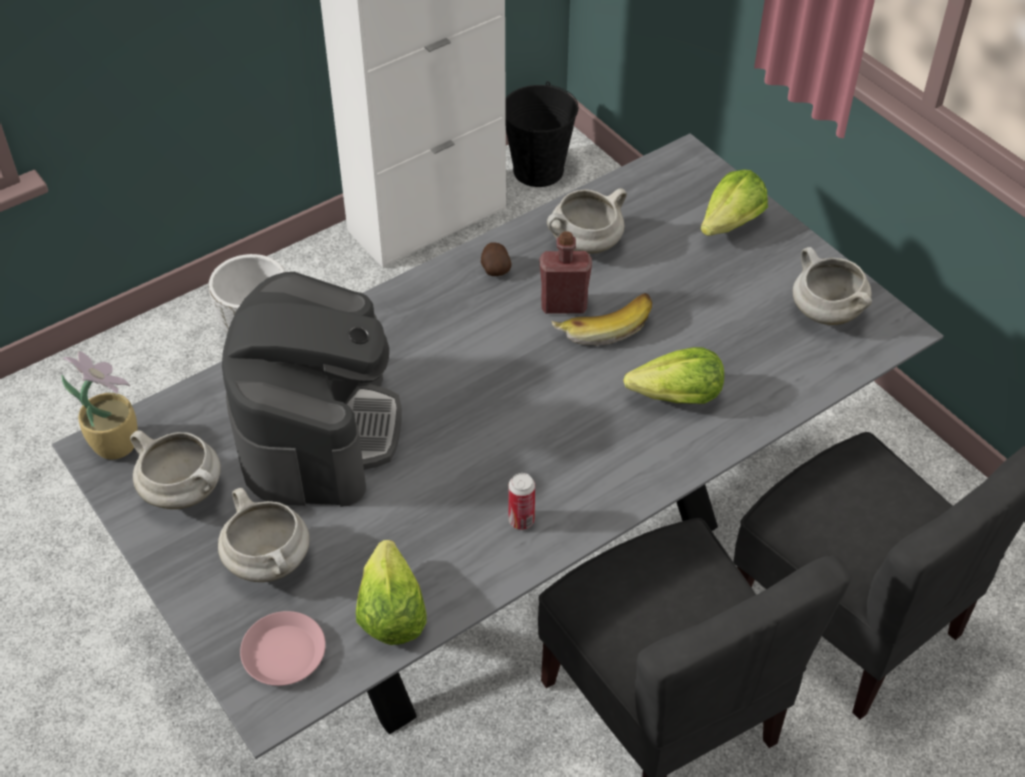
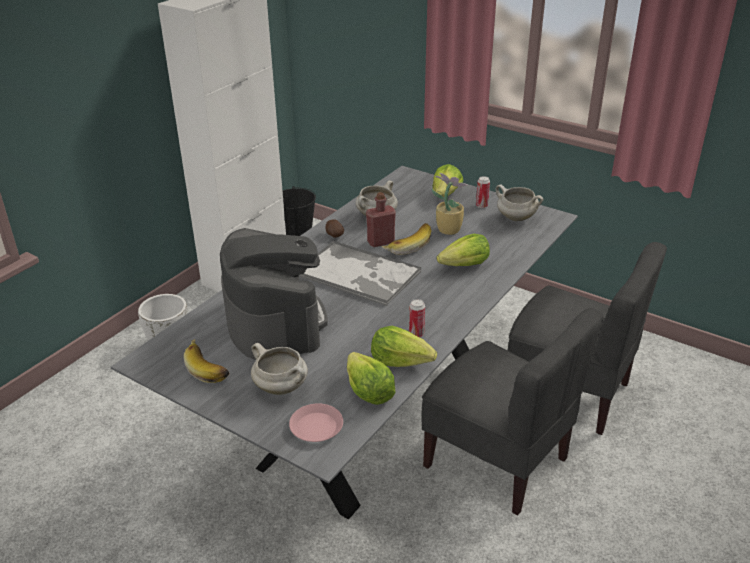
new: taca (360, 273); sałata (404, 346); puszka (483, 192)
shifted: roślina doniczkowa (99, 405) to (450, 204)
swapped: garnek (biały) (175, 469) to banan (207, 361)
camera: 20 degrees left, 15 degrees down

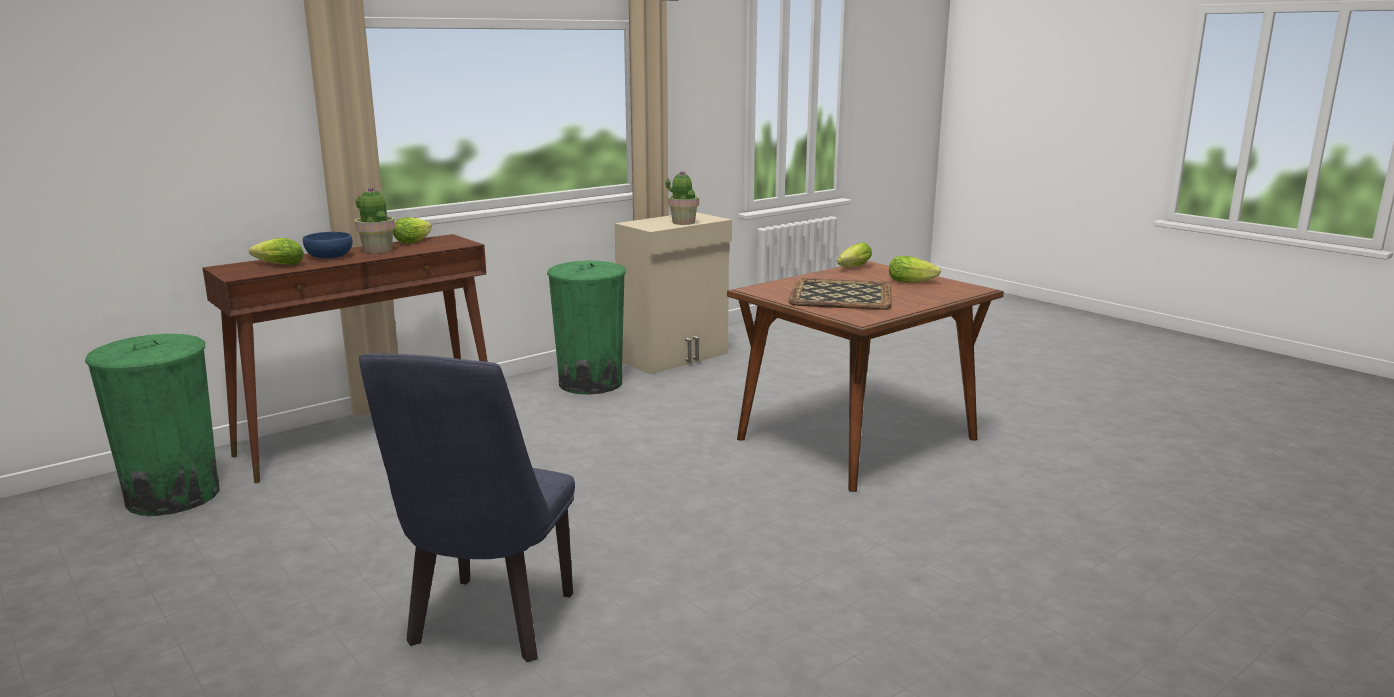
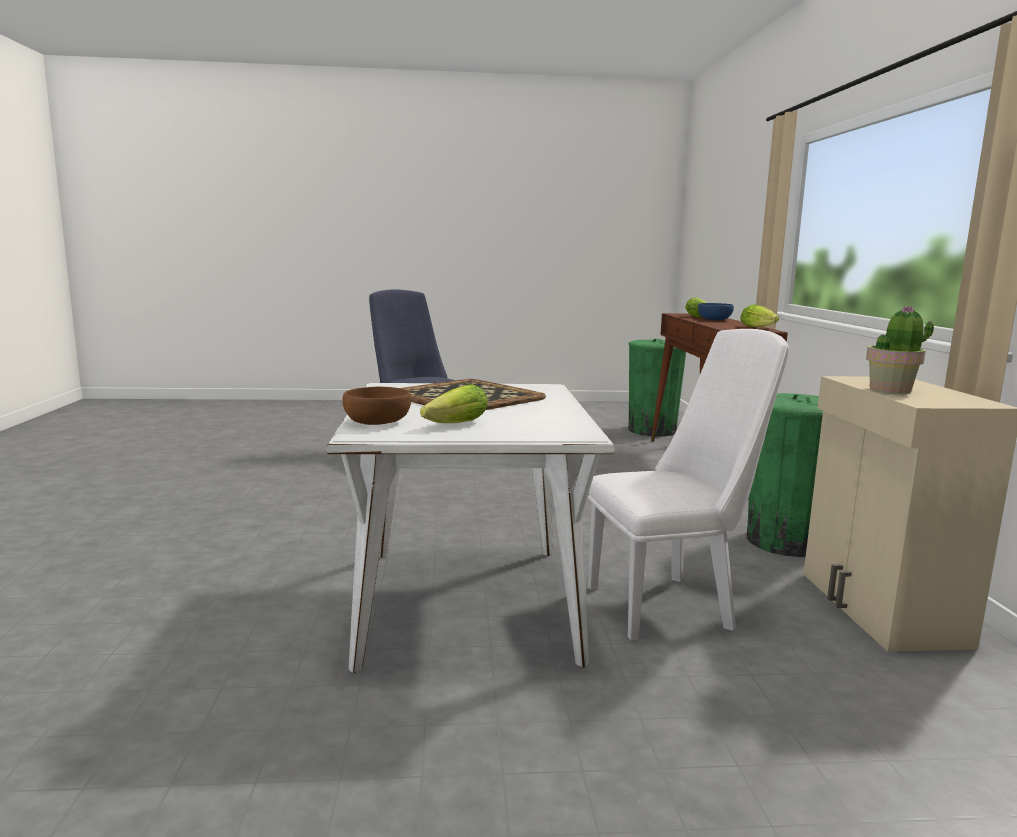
gone: roślina doniczkowa (375, 220); sałata (854, 254)
new: miska (brązowy) (376, 406); krzesło (biały) (688, 484)
repainted: stół jadalny (brązowy) (865, 376) to stół jadalny (biały) (471, 528)
camera: 125 degrees right, 5 degrees down

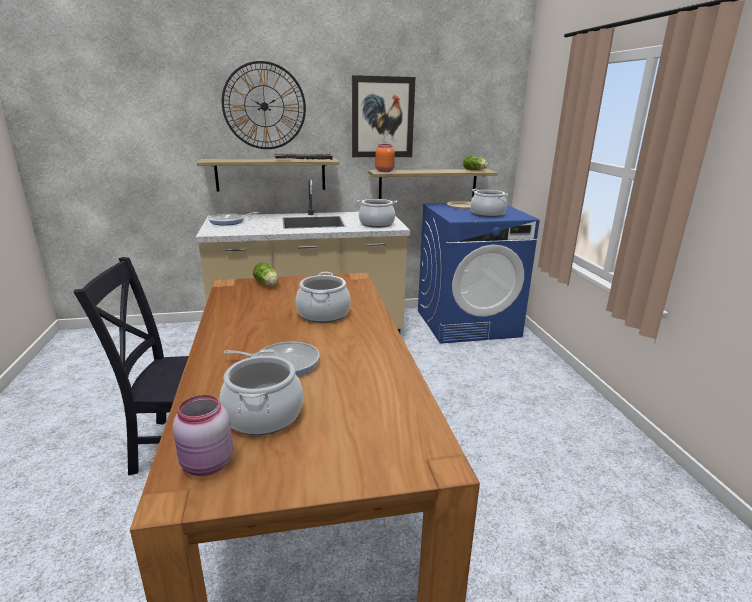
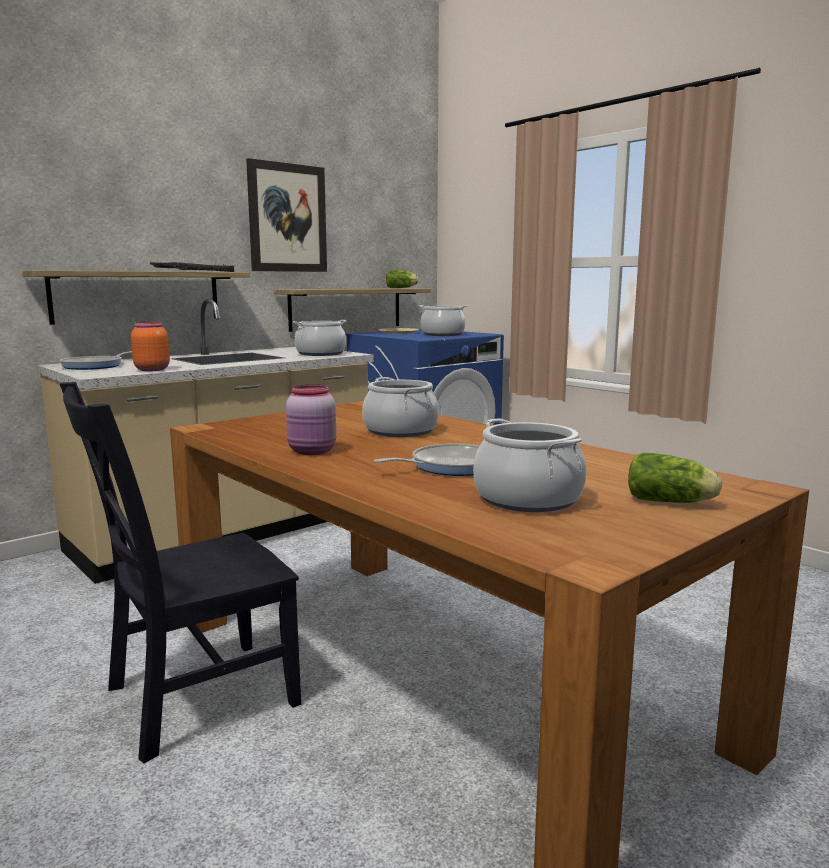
gone: zegar ścienny (264, 105)
shifted: słoik (różowy) (203, 435) to (311, 419); sałata (265, 274) to (675, 477); słoik (pomarańczowy) (385, 158) to (150, 346)
camera: 30 degrees left, 10 degrees down

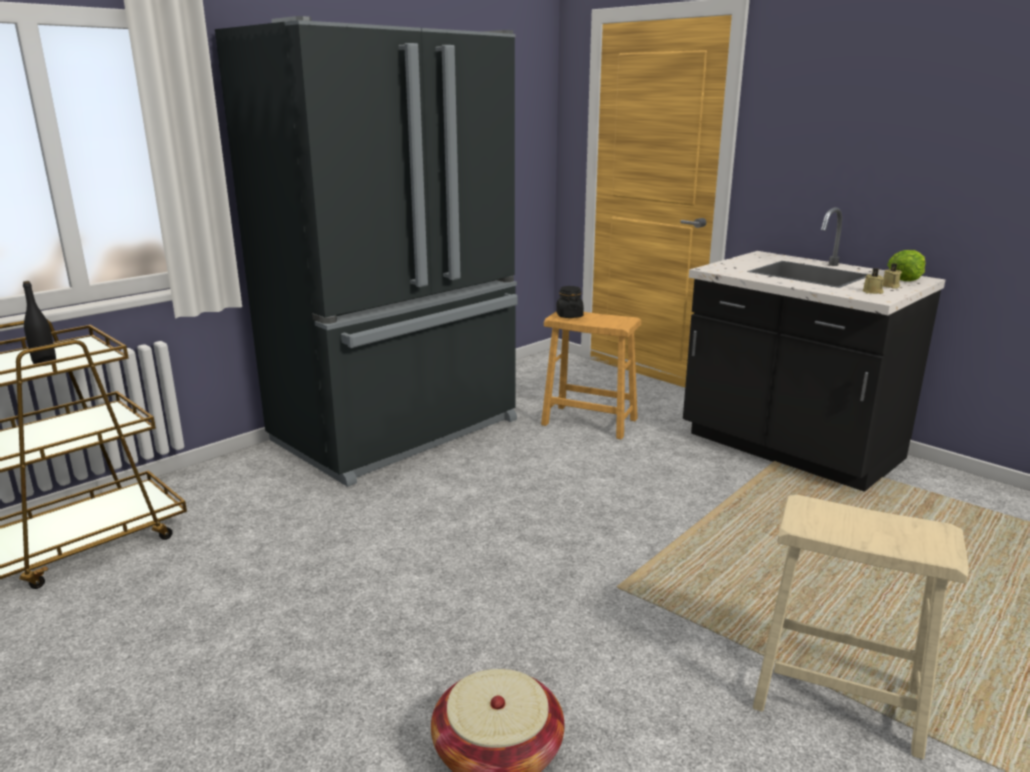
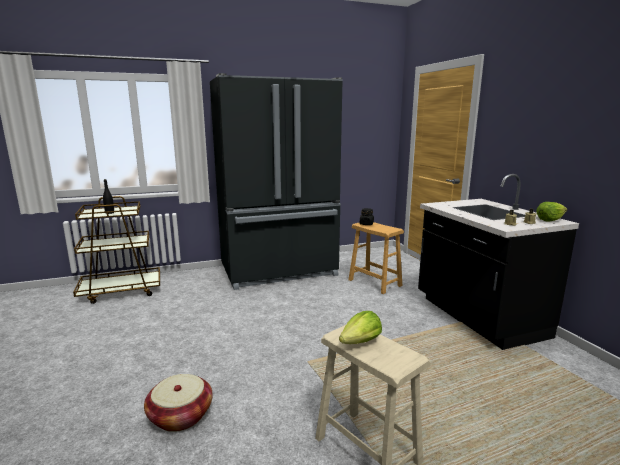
new: sałata (360, 327)
camera: 25 degrees right, 5 degrees down

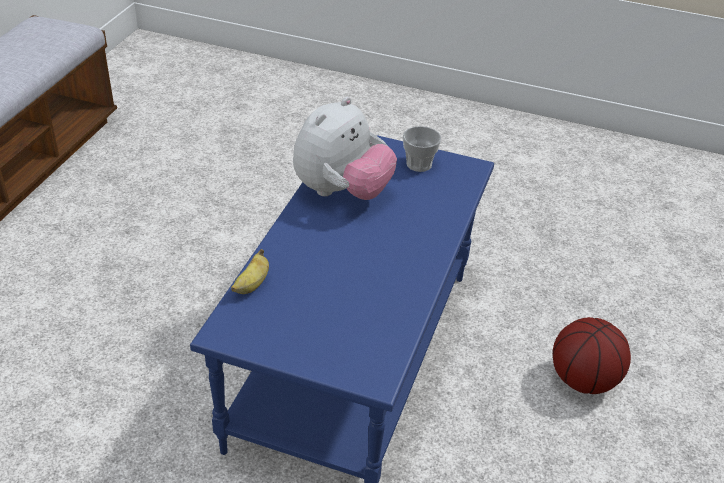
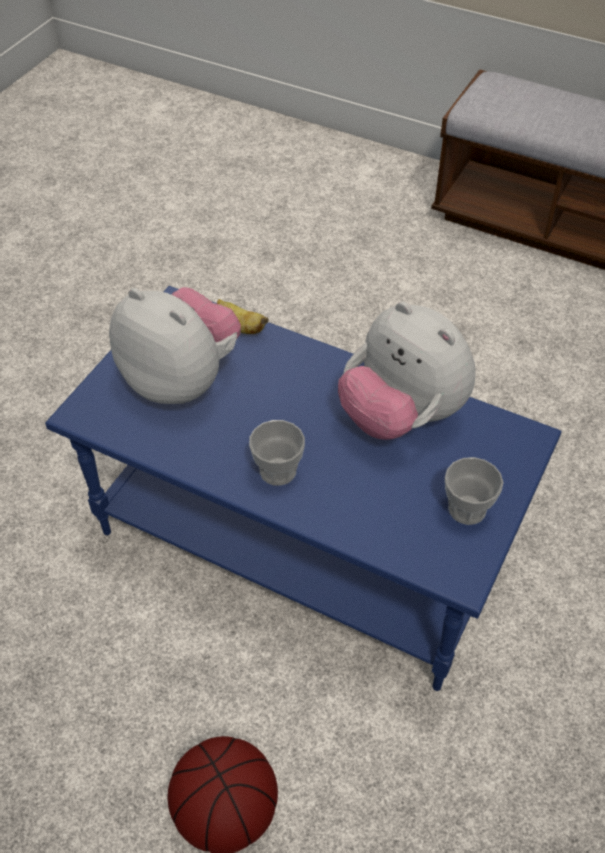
new: pluszak (175, 345); filiżanka (277, 453)
camera: 100 degrees right, 10 degrees up

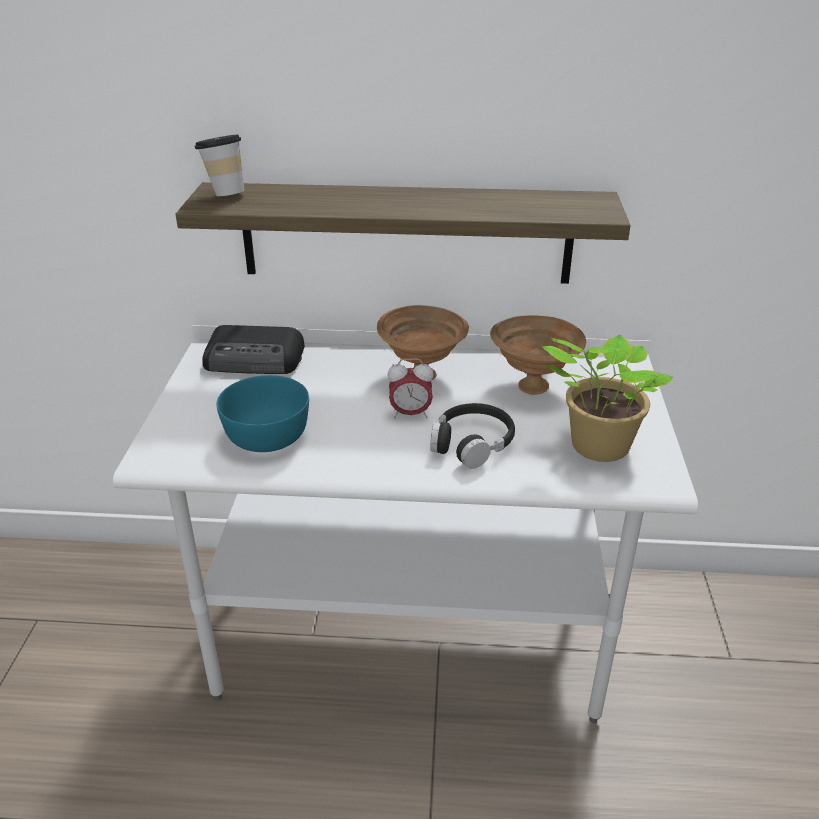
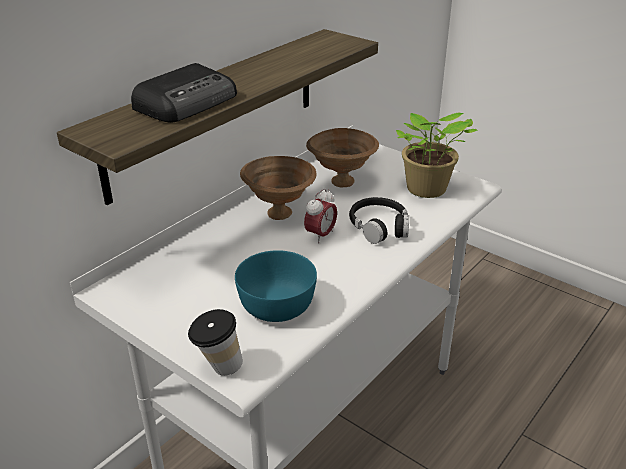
shifted: filiżanka (219, 166) to (215, 342); radio (254, 349) to (184, 92)
camera: 55 degrees left, 0 degrees up

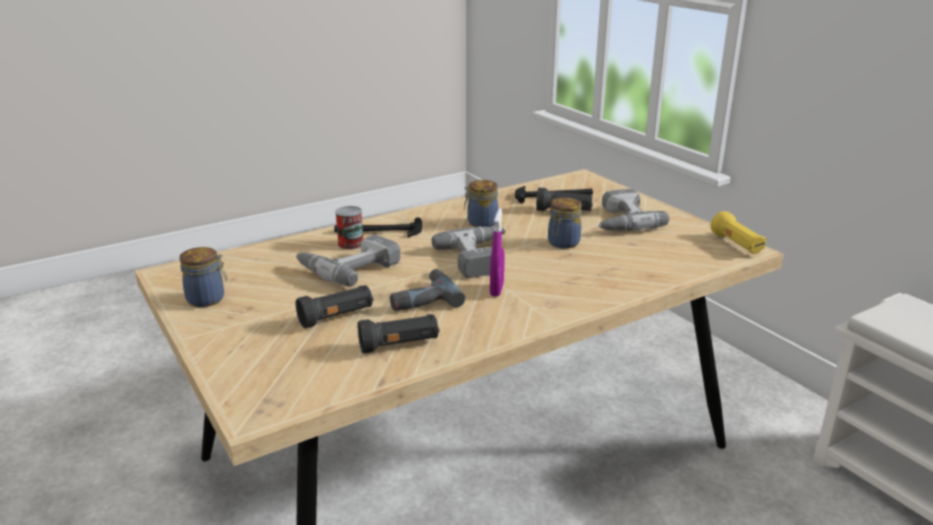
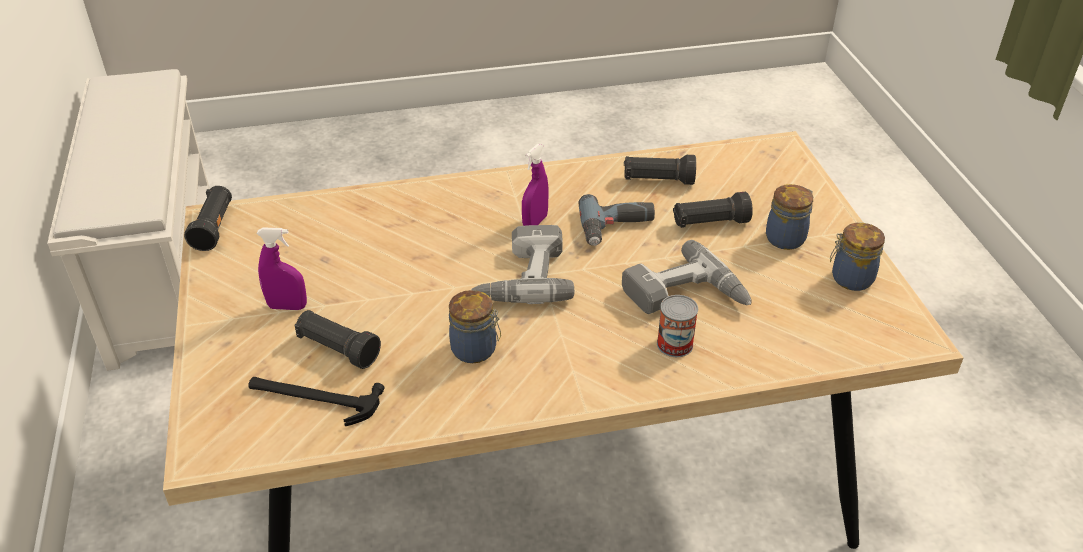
gone: młotek (378, 227)
shifted: słoik (565, 223) to (789, 217)
swapped: wiertarka (633, 210) to spryskiwacz (fioletowy) (281, 268)
repainted: latarka (żółty) (739, 232) to latarka (czarny) (208, 218)
camera: 160 degrees left, 15 degrees up

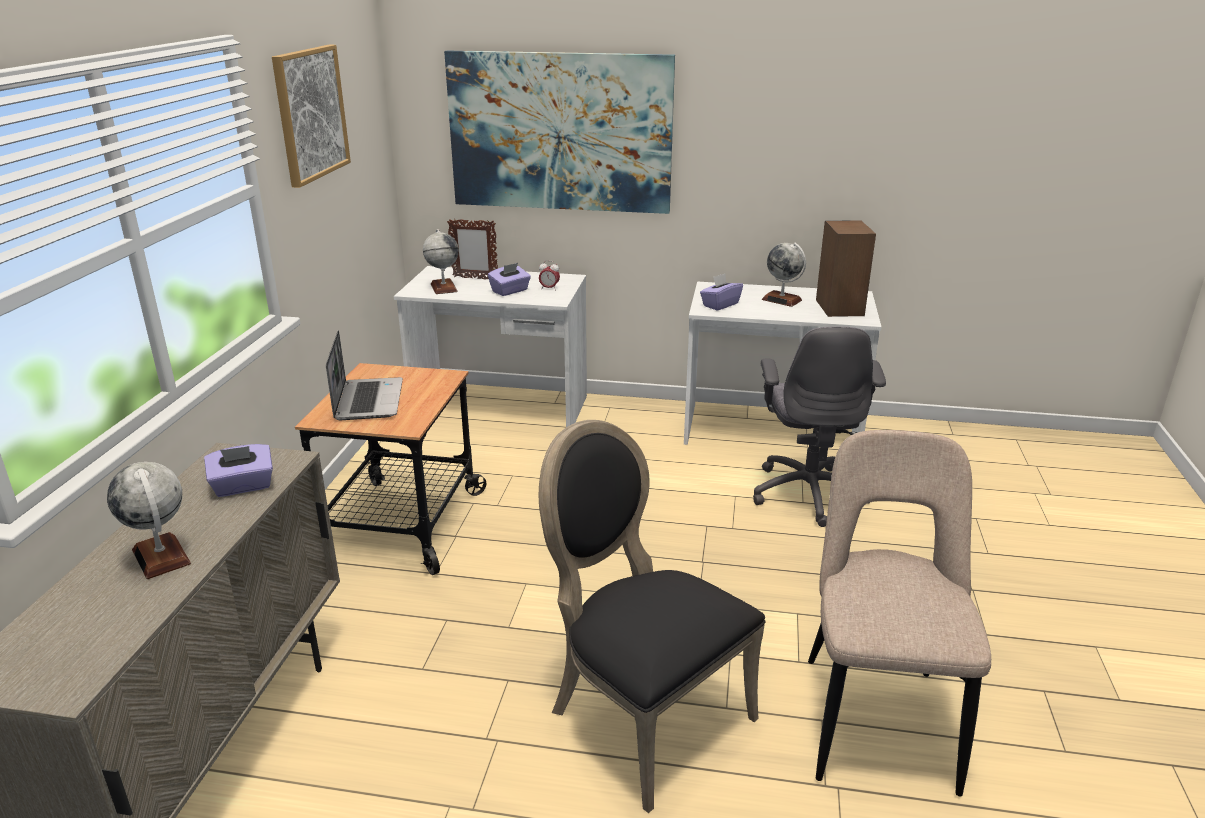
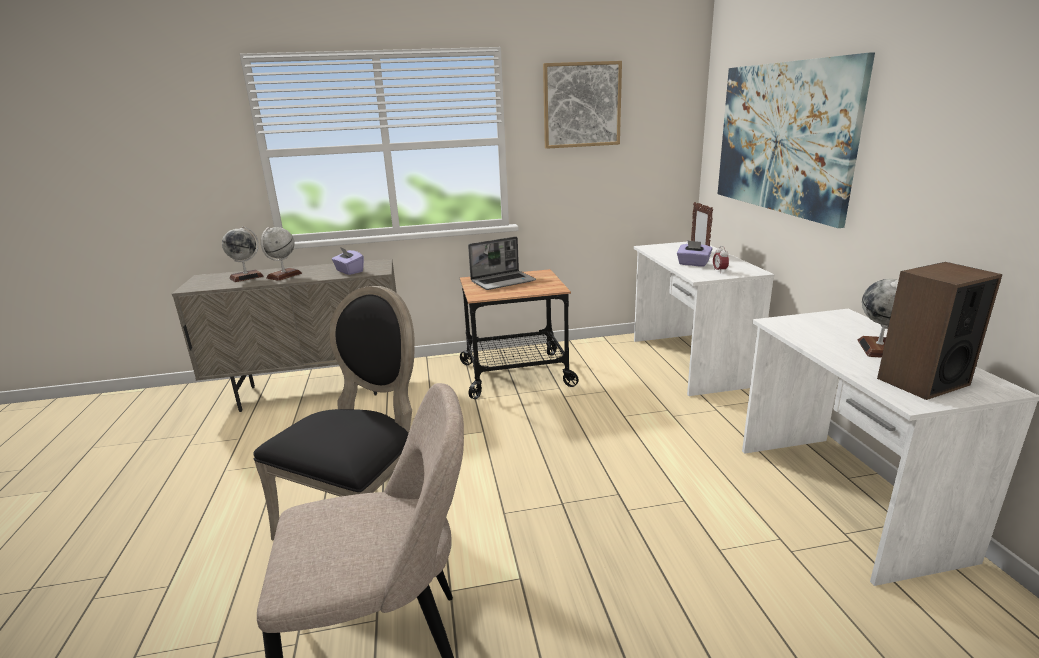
gone: pudełko chusteczek (fioletowy) (721, 292); krzesło biurowe (szary) (819, 426)
shifted: globus (441, 261) to (243, 254)
camera: 70 degrees right, 5 degrees down

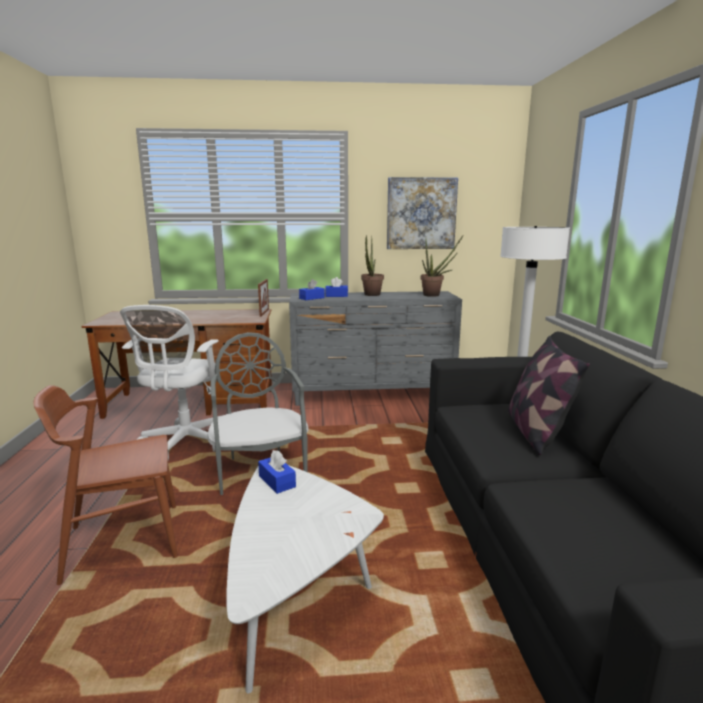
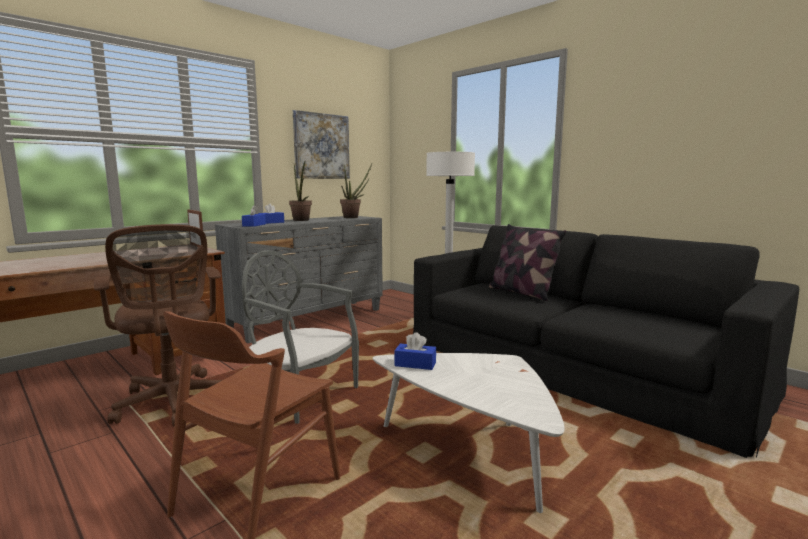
repainted: krzesło biurowe (biały) (171, 382) to krzesło biurowe (brązowy) (158, 325)
camera: 40 degrees left, 5 degrees down

